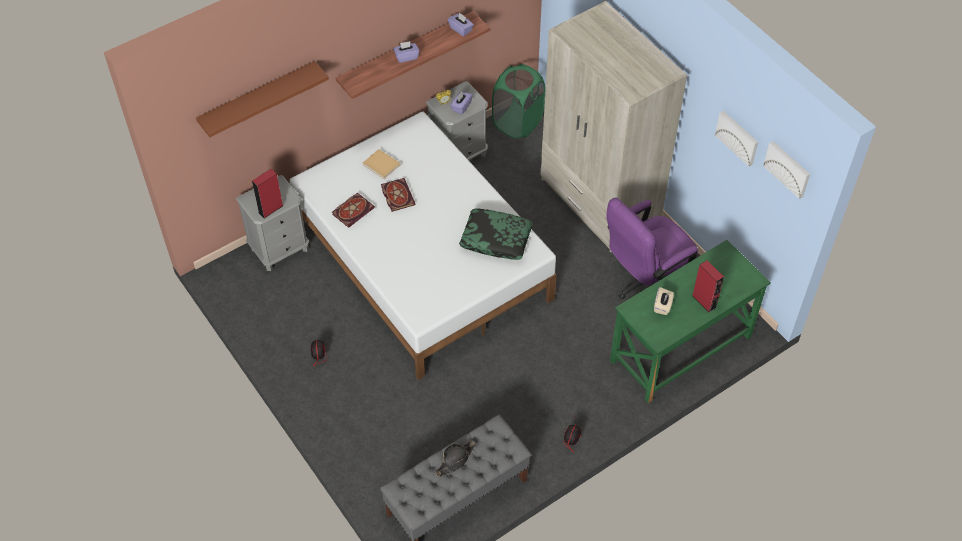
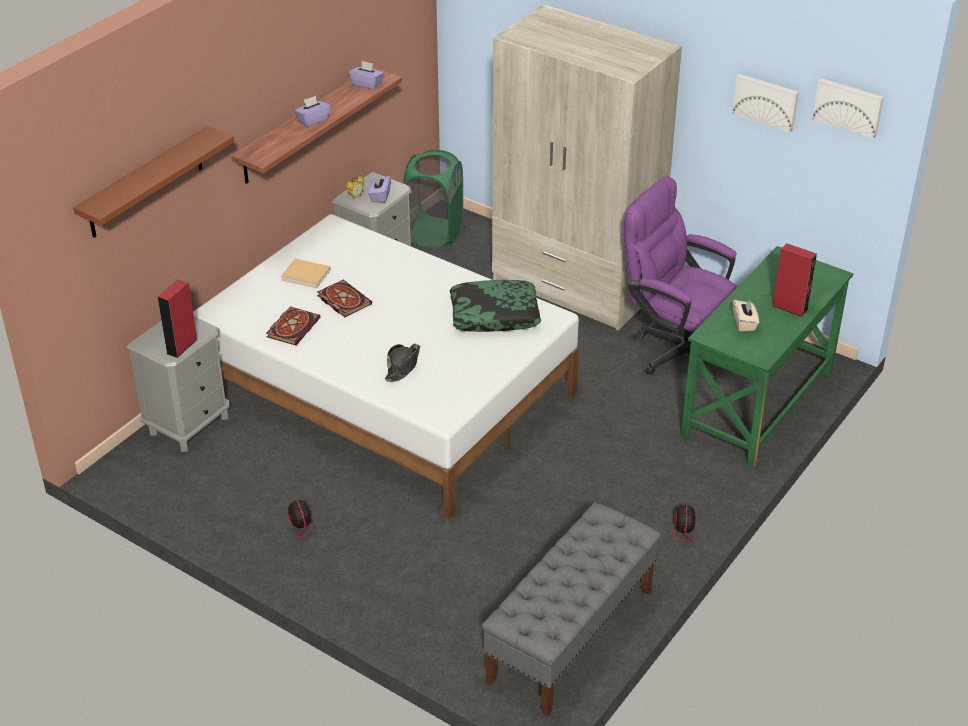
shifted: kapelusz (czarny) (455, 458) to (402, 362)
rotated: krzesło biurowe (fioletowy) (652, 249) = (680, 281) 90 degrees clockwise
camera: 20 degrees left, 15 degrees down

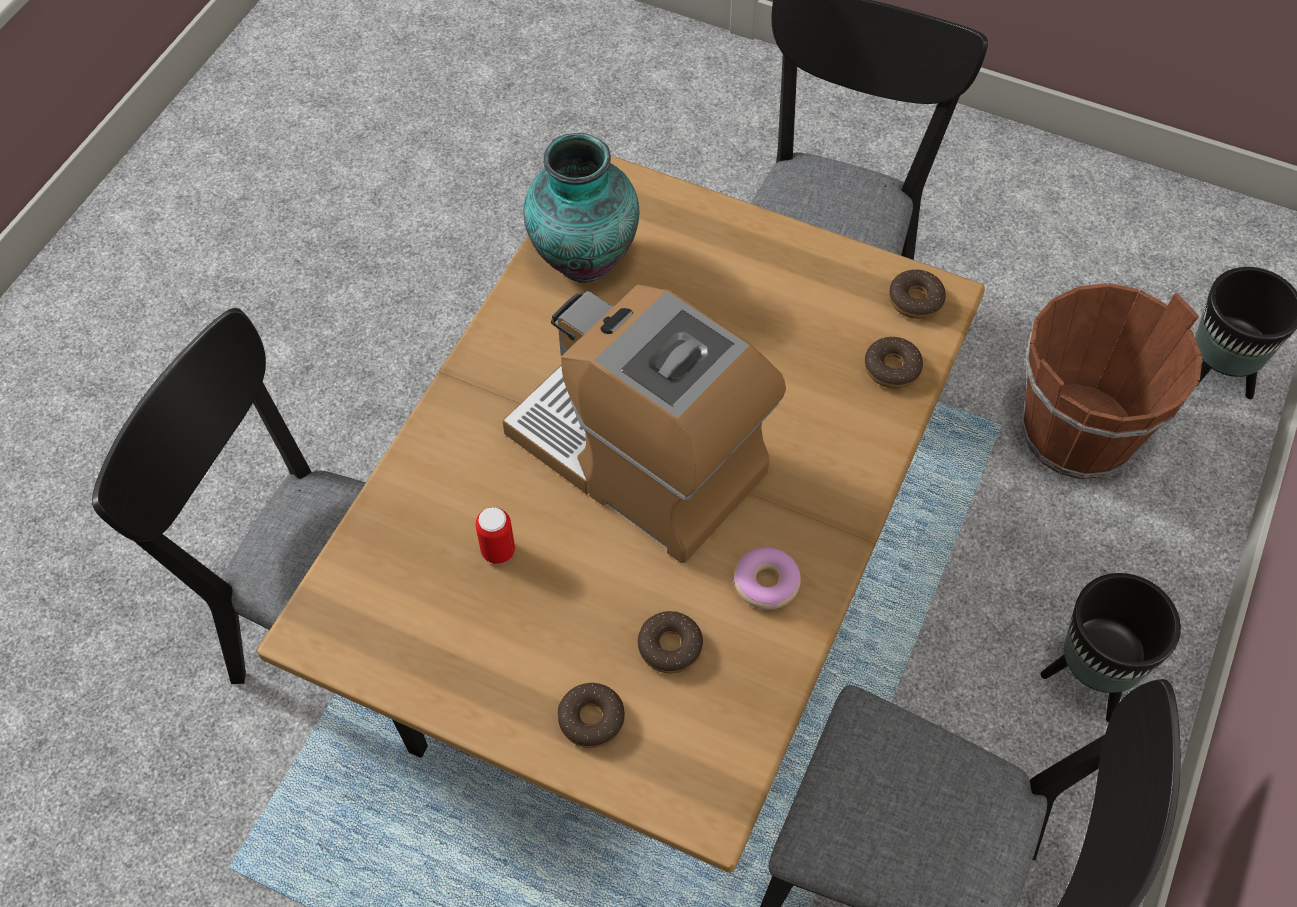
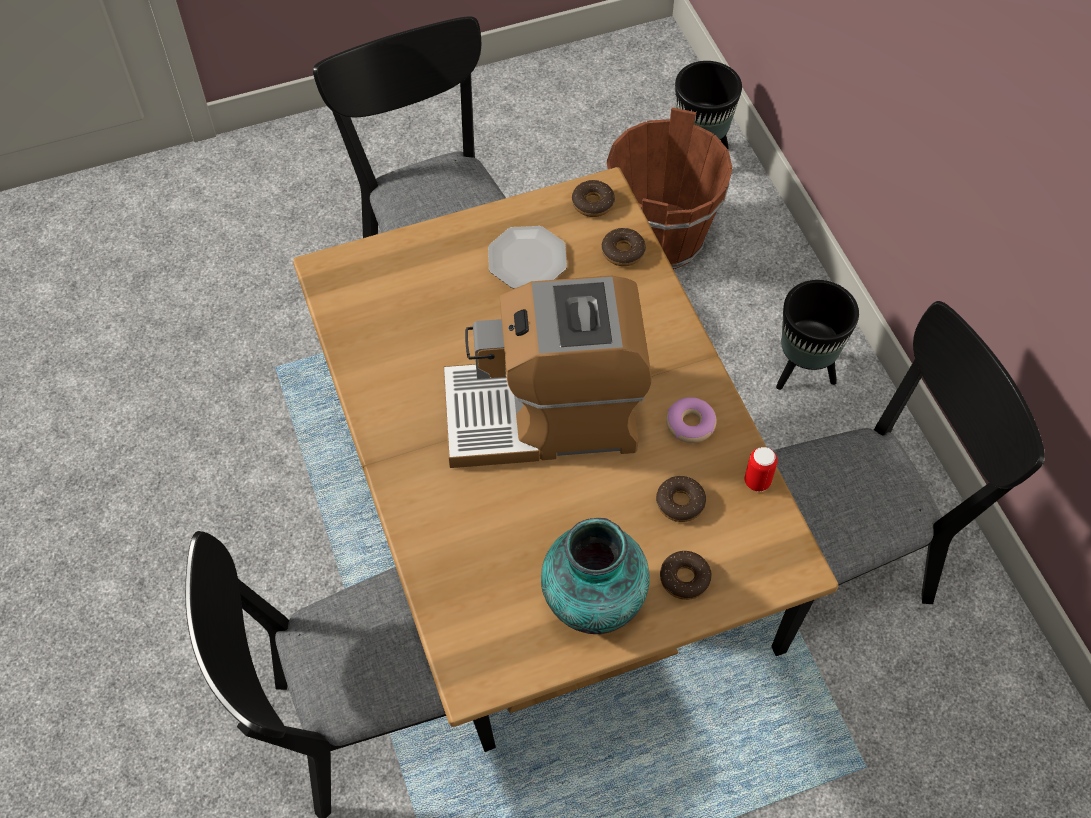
new: talerz (527, 257)
shifted: puszka (495, 535) to (761, 469); wazon (581, 208) to (595, 576)
camera: 45 degrees left, 0 degrees up

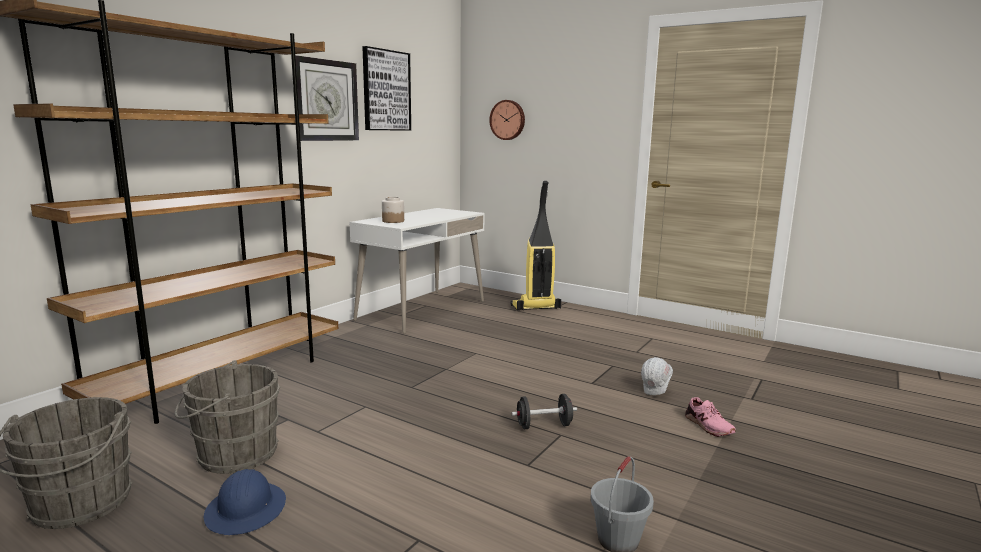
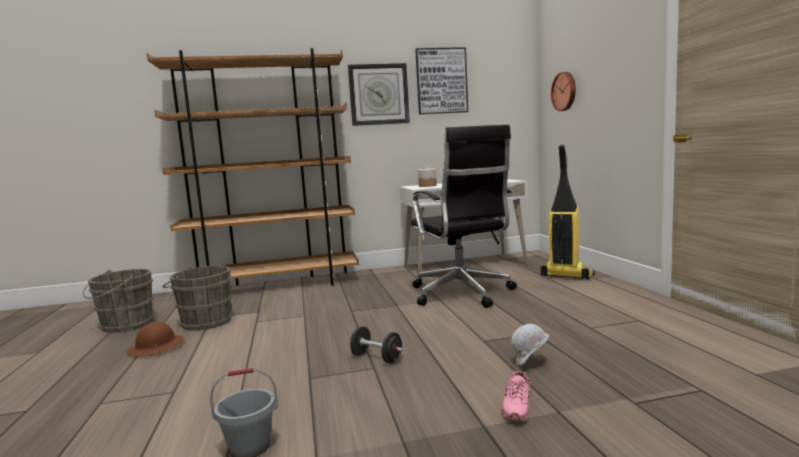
new: krzesło biurowe (czarny) (464, 216)
repainted: kask (niebieski) (245, 502) to kask (brązowy) (155, 339)
camera: 45 degrees right, 5 degrees down

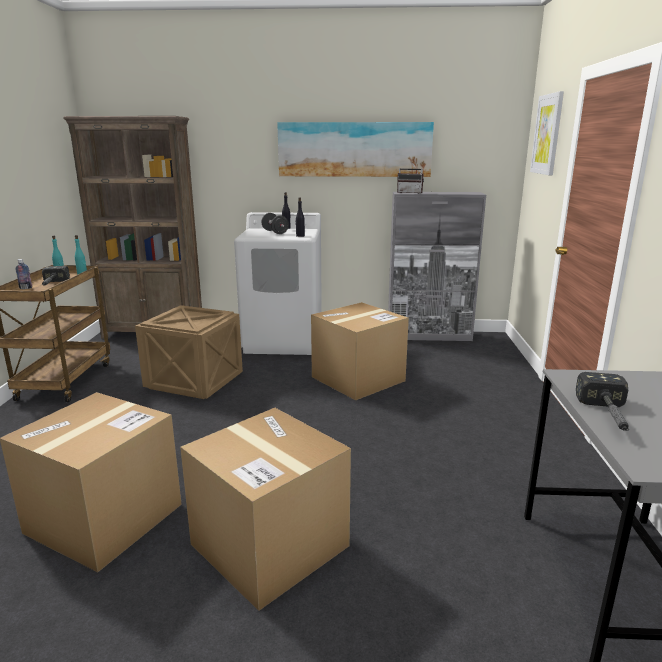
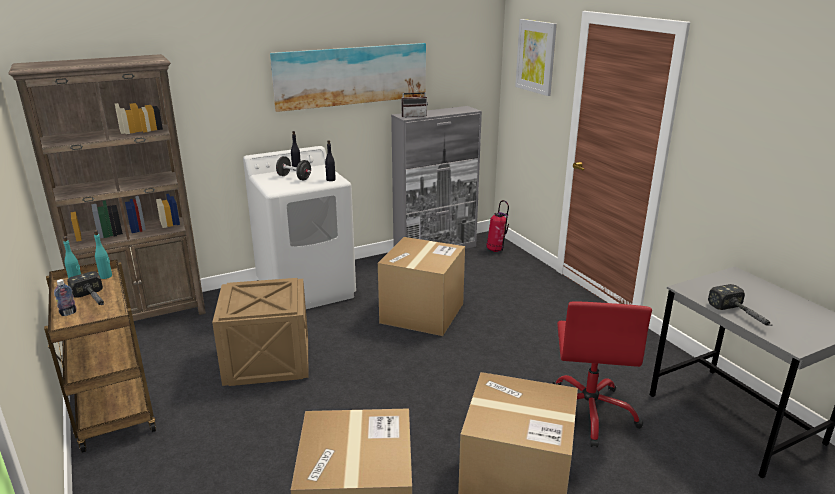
new: gaśnica (497, 226); krzesło biurowe (czerwony) (602, 374)
camera: 30 degrees left, 5 degrees up

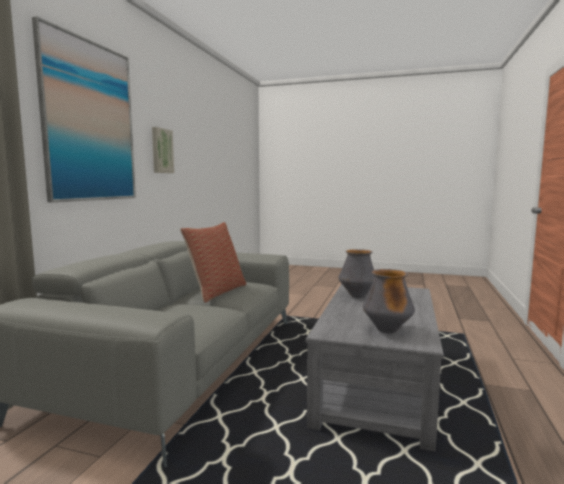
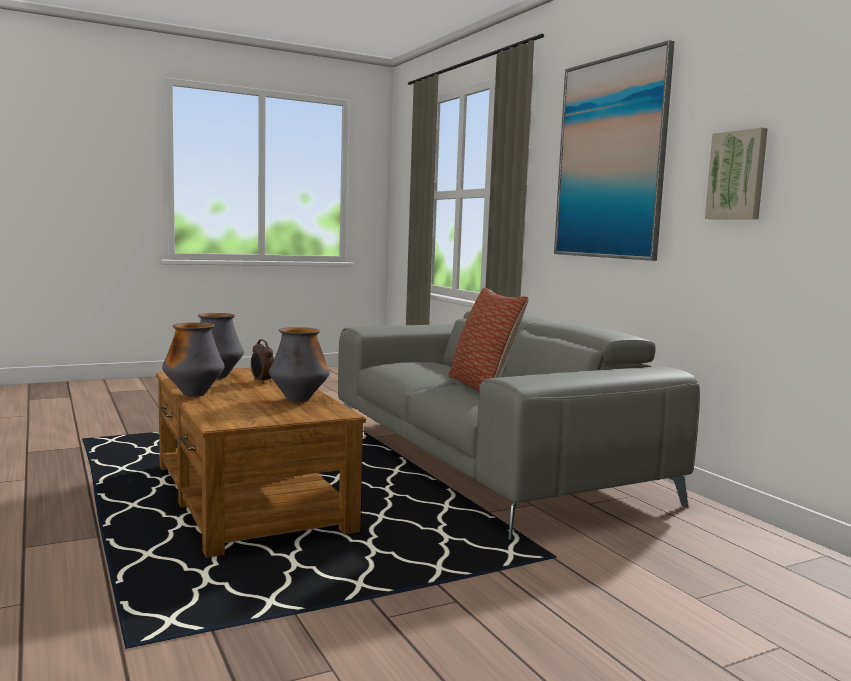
new: wazon (193, 359); budzik (262, 361)
repainted: ława (szary) (375, 368) to ława (brązowy) (261, 463)
camera: 135 degrees right, 0 degrees up

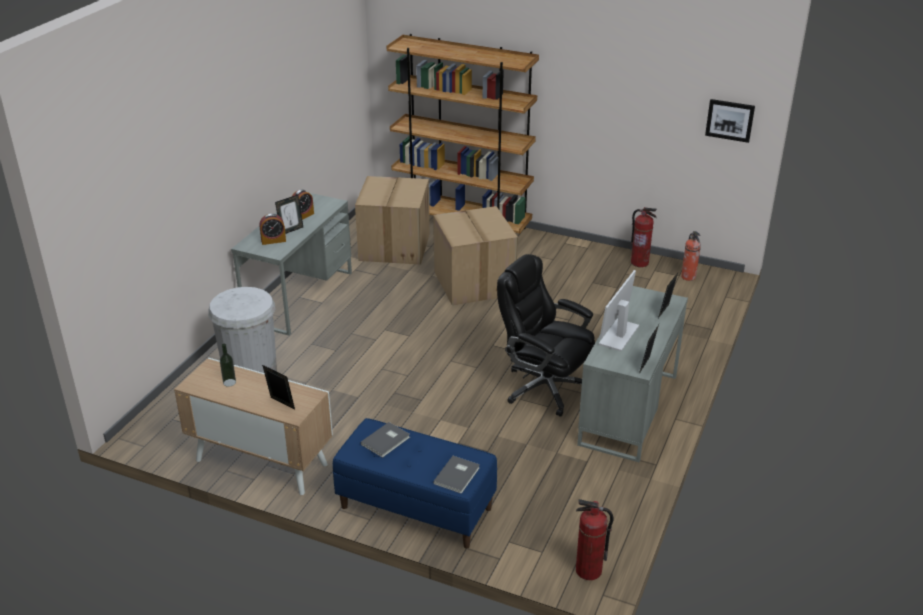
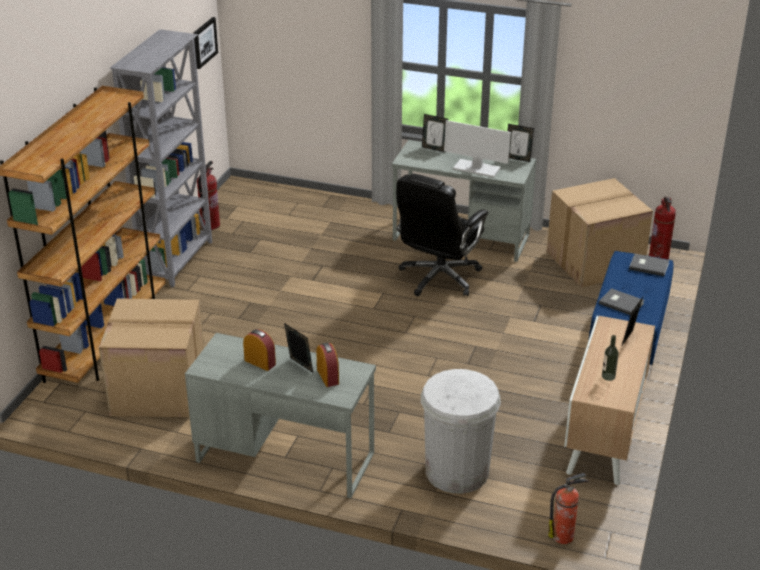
new: regał (szary) (161, 158)
shifted: karton (475, 255) to (600, 233); gaśnica (691, 256) to (569, 508)
camera: 95 degrees left, 0 degrees up

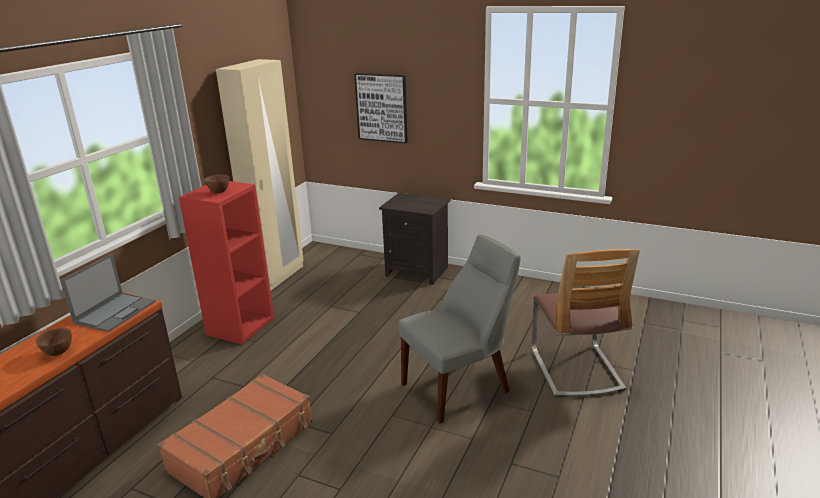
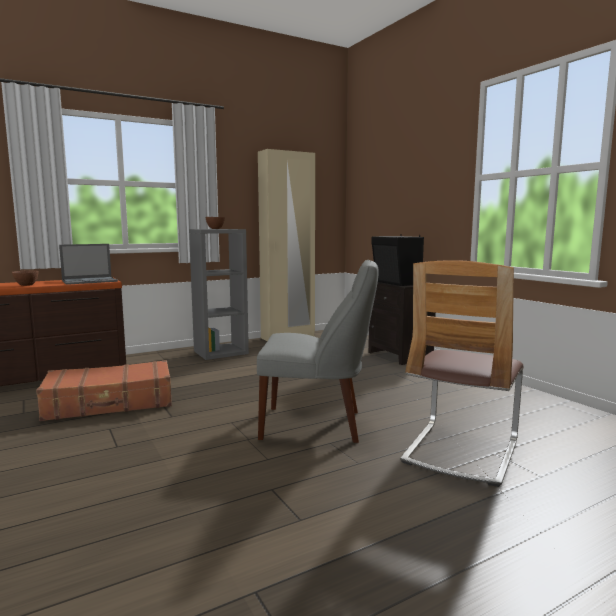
gone: obraz (381, 108)
new: głośnik (czarny) (397, 260)
repainted: regał (czerwony) (226, 262) to regał (szary) (219, 294)
camera: 35 degrees right, 15 degrees down

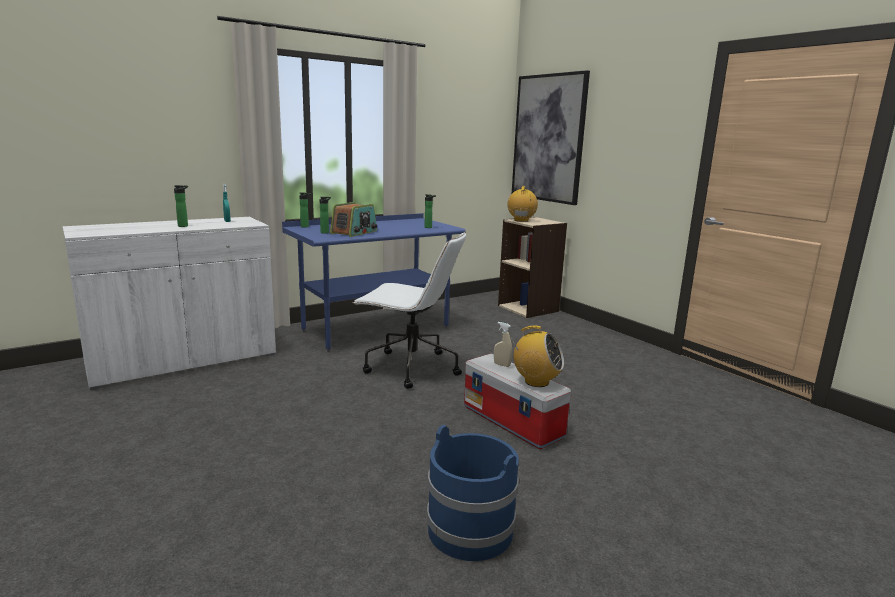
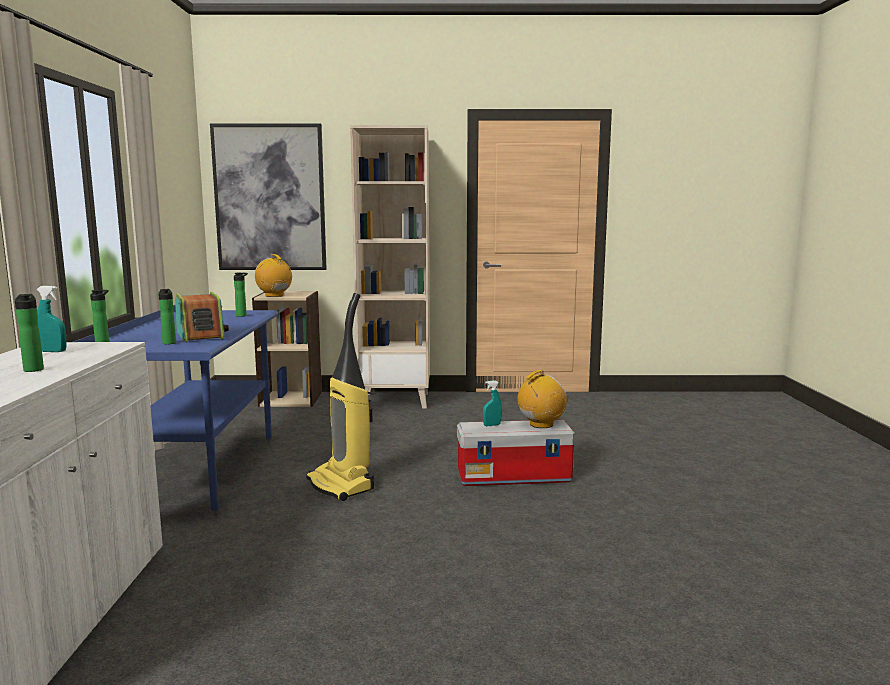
gone: wiadro (niebieski) (473, 493)
new: regał (beżowy) (390, 267)
swapped: krzesło biurowe (biały) (409, 310) to odkurzacz (340, 397)
repainted: spryskiwacz (beżowy) (503, 344) to spryskiwacz (turkusowy) (492, 403)
camera: 55 degrees left, 5 degrees down

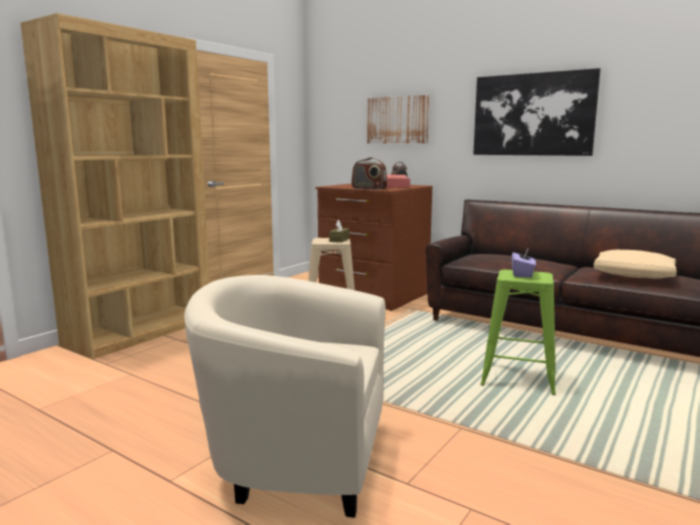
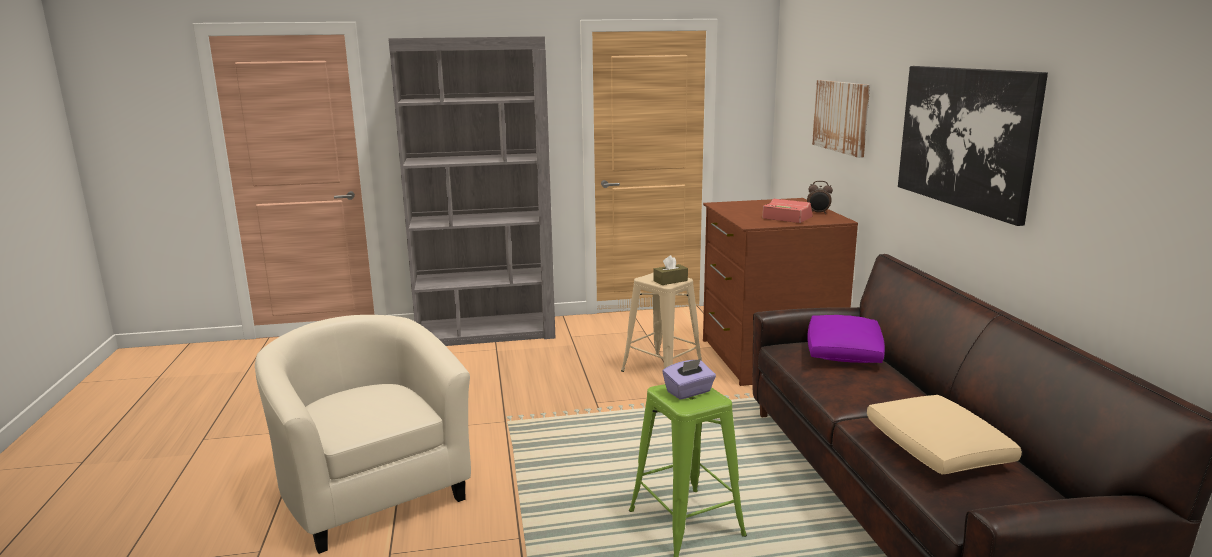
gone: radio (369, 173)
new: poduszka (fioletowy) (846, 339)
repainted: regał (brązowy) (115, 186) to regał (szary) (471, 191)
camera: 45 degrees right, 5 degrees up

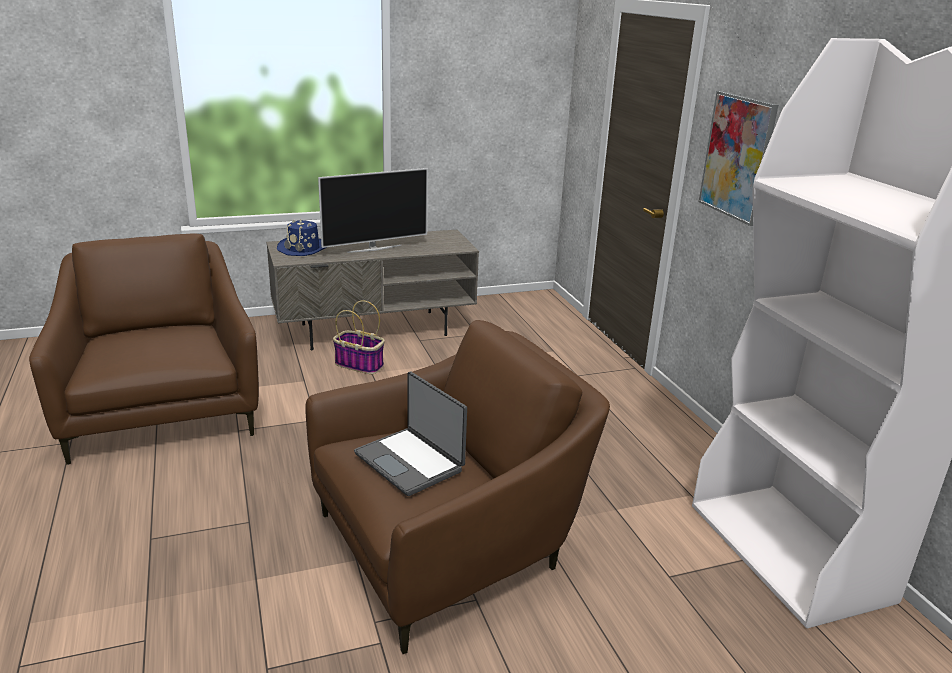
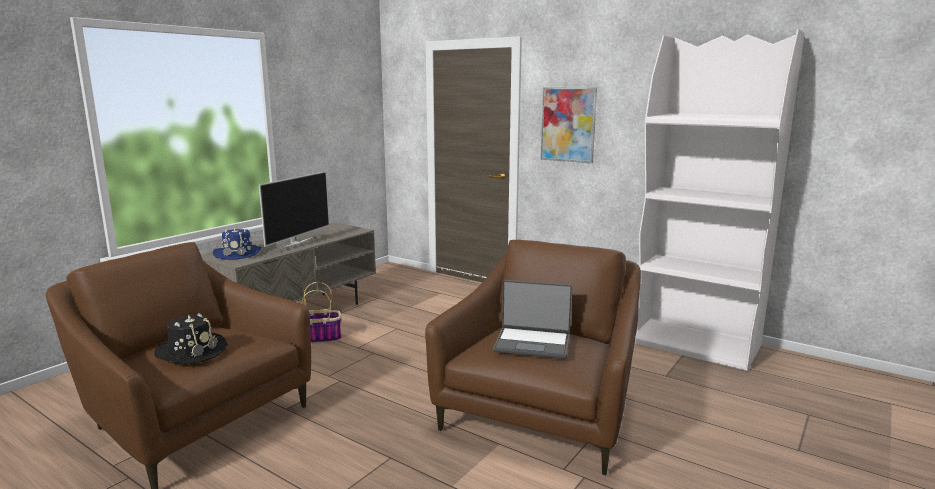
new: kapelusz (czarny) (190, 338)
camera: 35 degrees left, 10 degrees down

